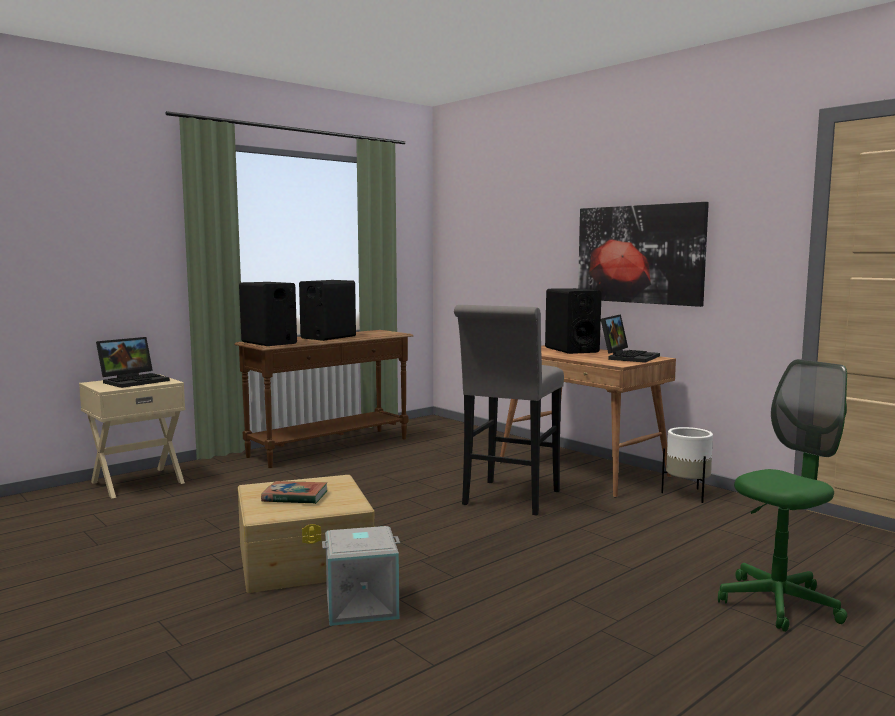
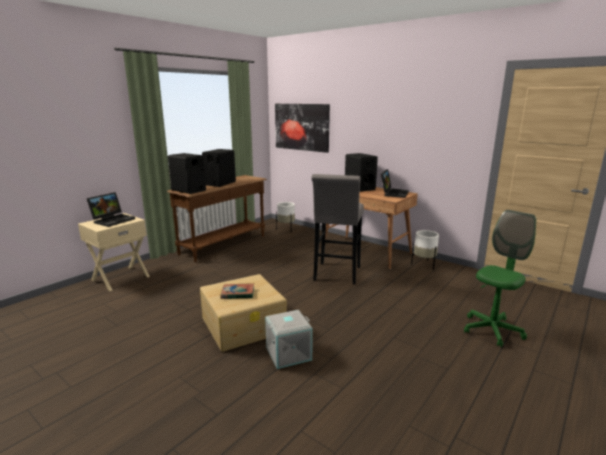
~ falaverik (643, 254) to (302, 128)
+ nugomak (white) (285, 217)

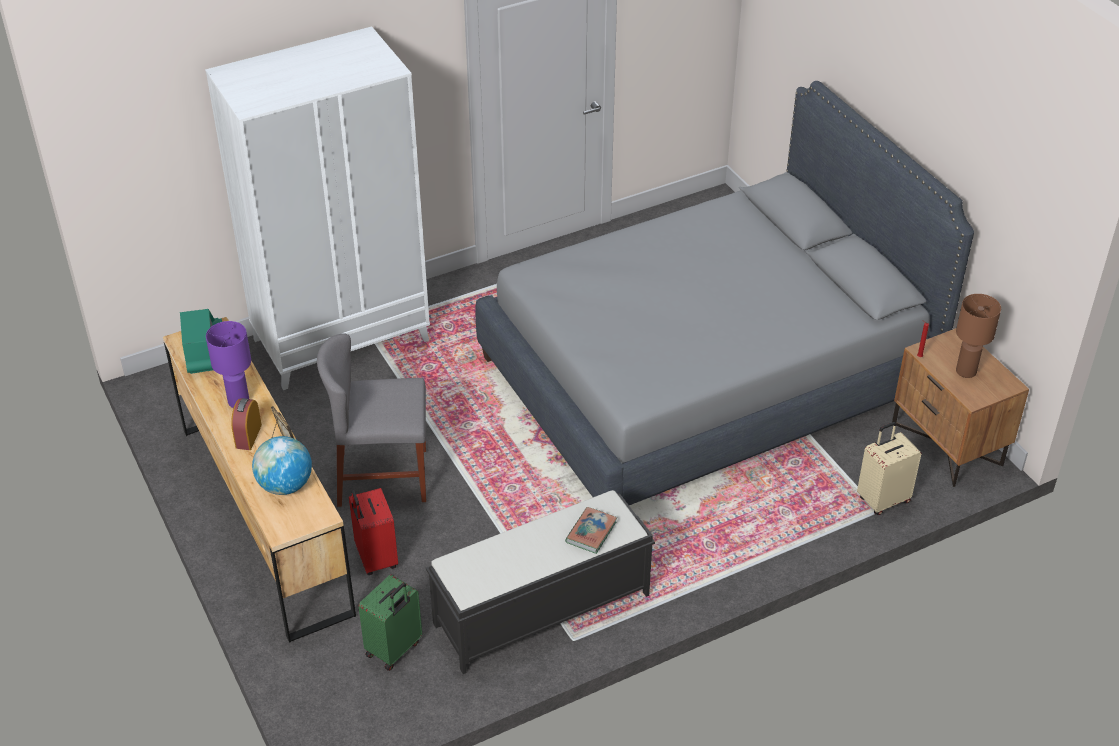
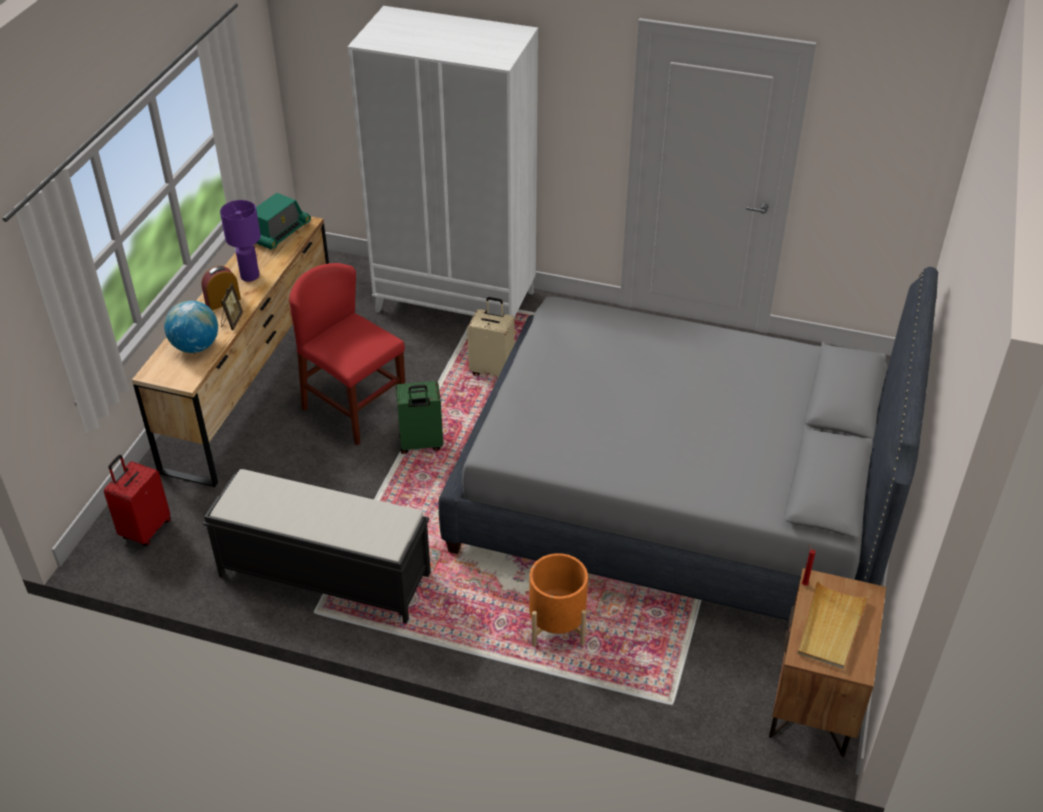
~ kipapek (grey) (371, 420) to kipapek (red) (347, 354)
~ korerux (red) (373, 531) to (137, 500)
~ korerux (green) (390, 622) to (419, 417)
- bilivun (591, 530)
~ korerux (beige) (889, 468) to (491, 337)
~ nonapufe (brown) (978, 336) to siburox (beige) (833, 624)
+ nugomak (orange) (558, 600)

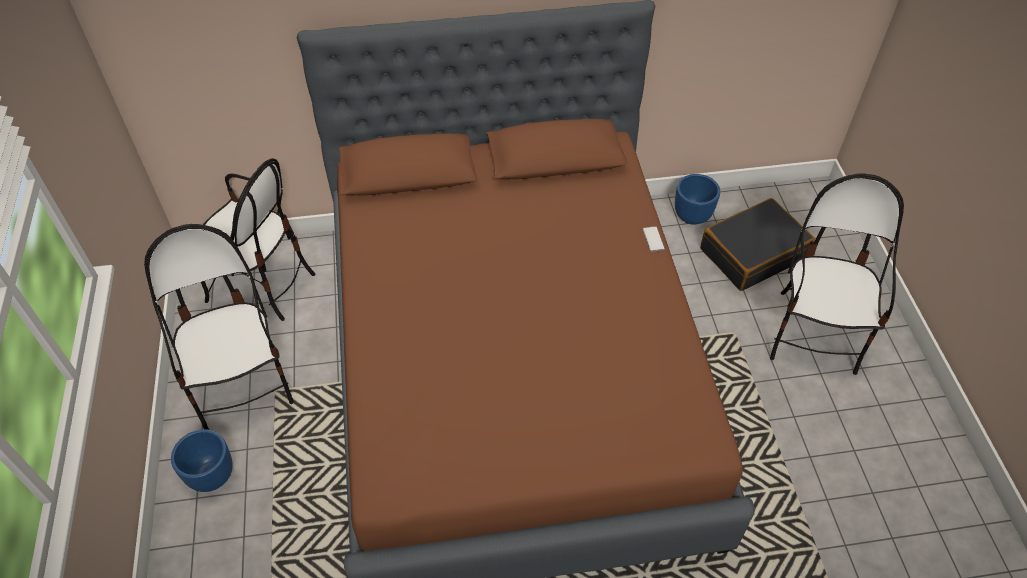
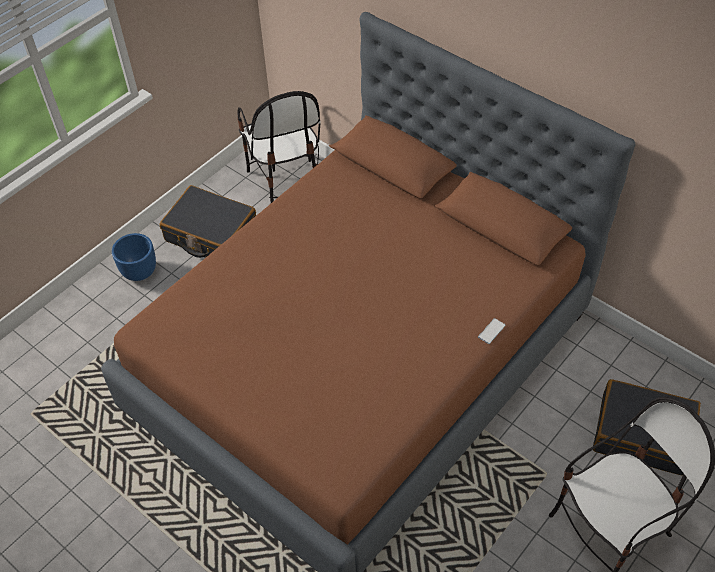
~ kipapek (219, 327) to korerux (black) (208, 221)
- nugomak (blue) (697, 199)

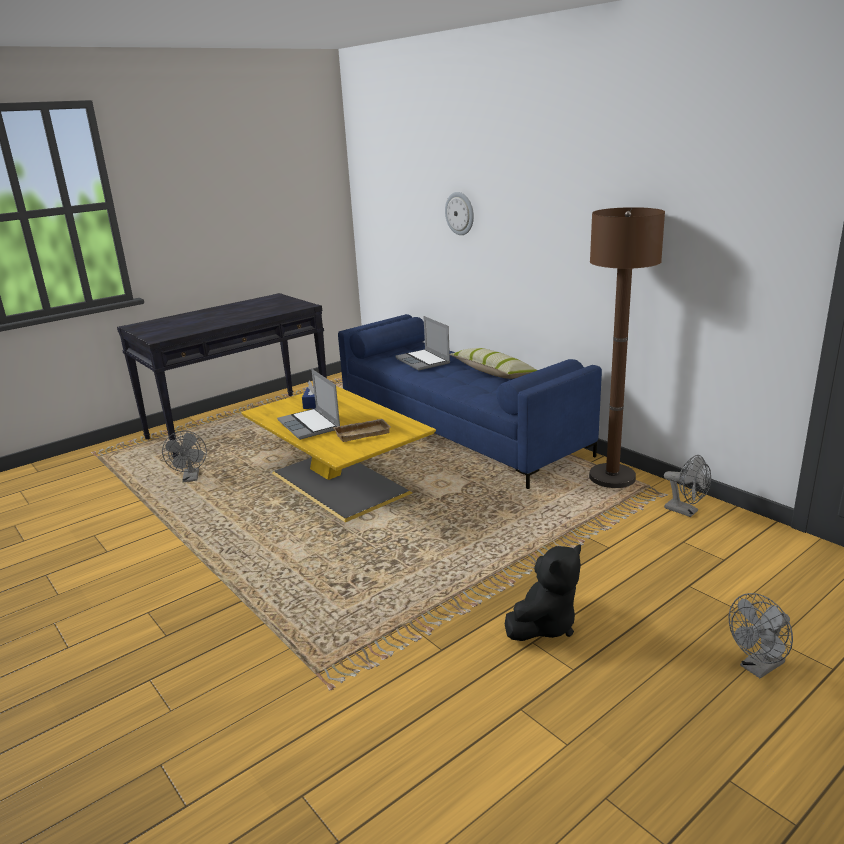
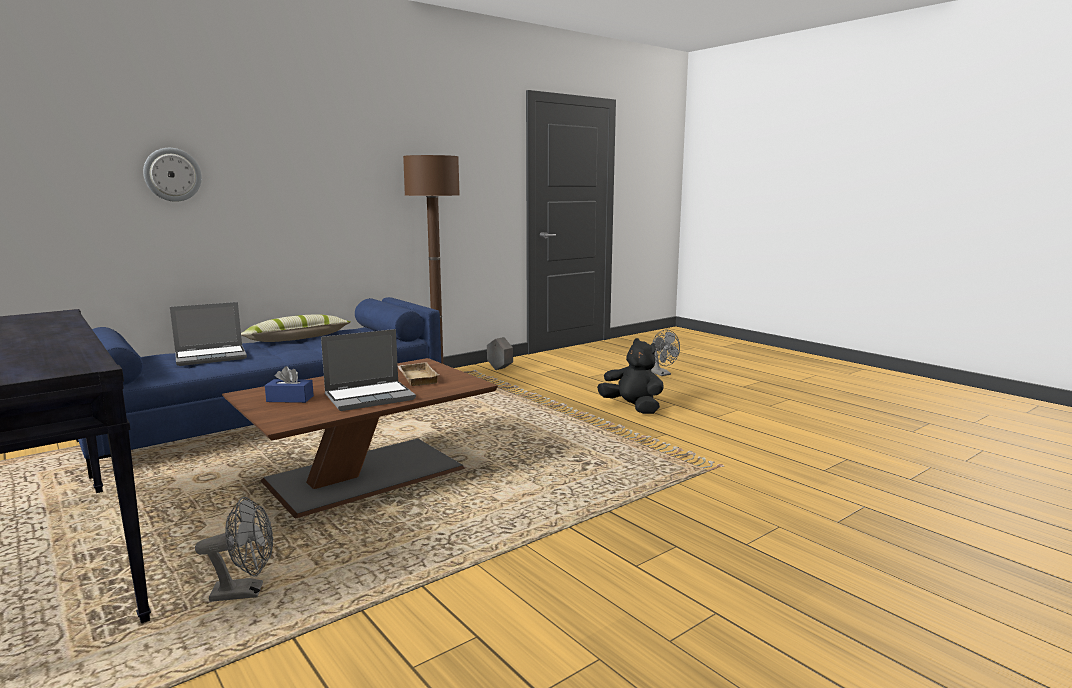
~ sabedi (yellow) (338, 454) to sabedi (brown) (360, 438)
~ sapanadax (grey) (687, 486) to nugomak (grey) (500, 353)

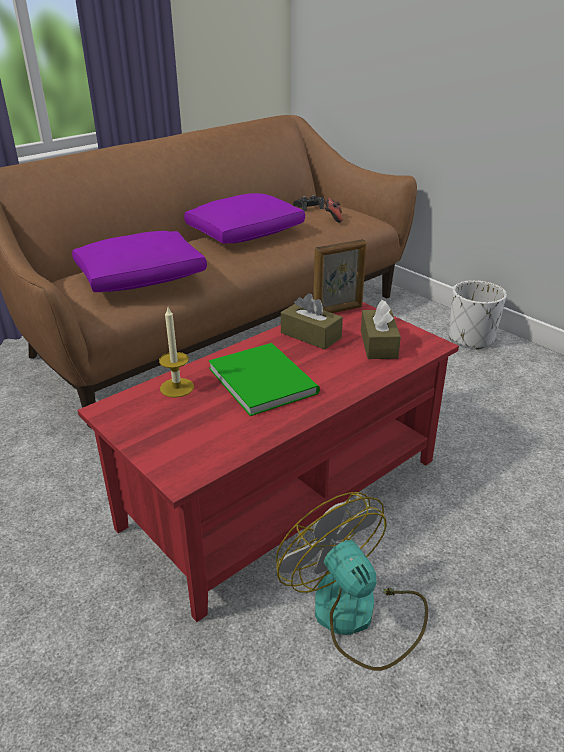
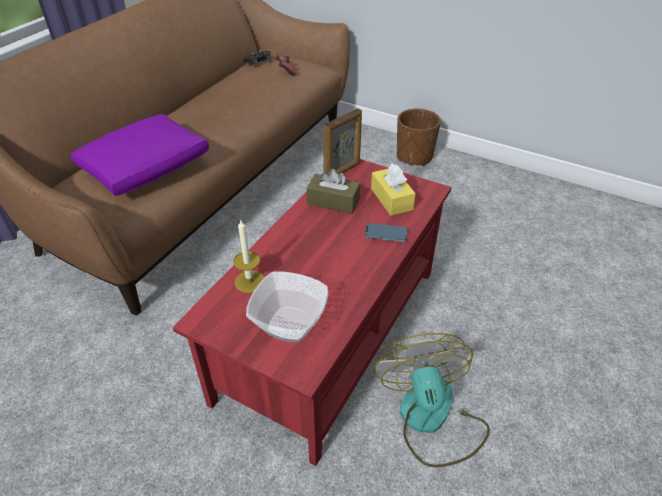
- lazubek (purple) (244, 218)
- bilivun (green) (264, 379)
~ sapanadax (352, 581) = (432, 400) 45 degrees clockwise
~ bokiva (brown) (381, 329) to bokiva (yellow) (393, 189)
~ nugomak (white) (478, 315) to nugomak (brown) (419, 137)
+ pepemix (287, 307)
+ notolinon (386, 232)

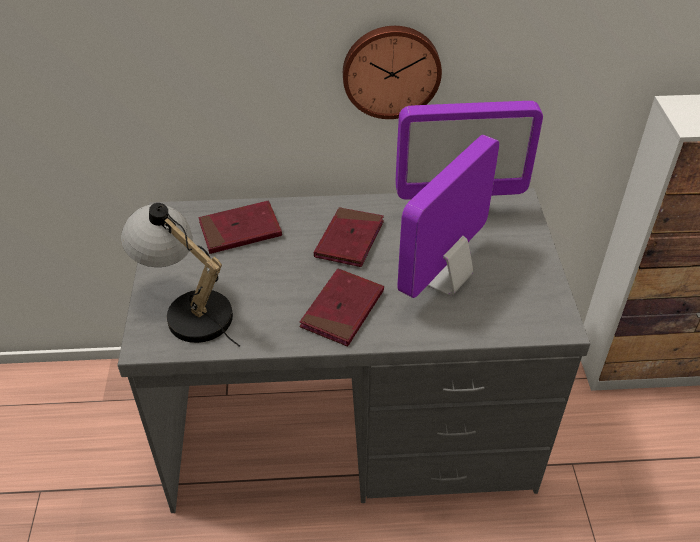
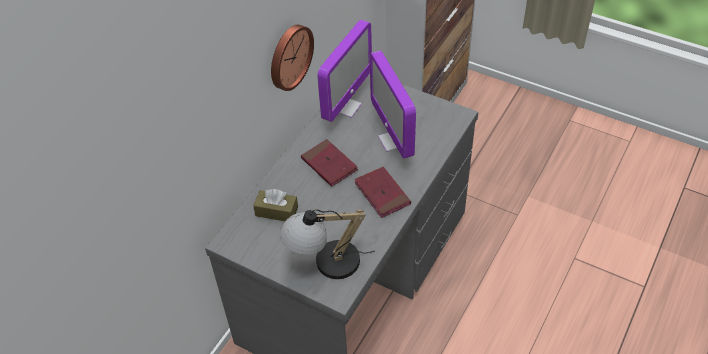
~ bilivun (red) (240, 227) to bokiva (brown) (275, 205)

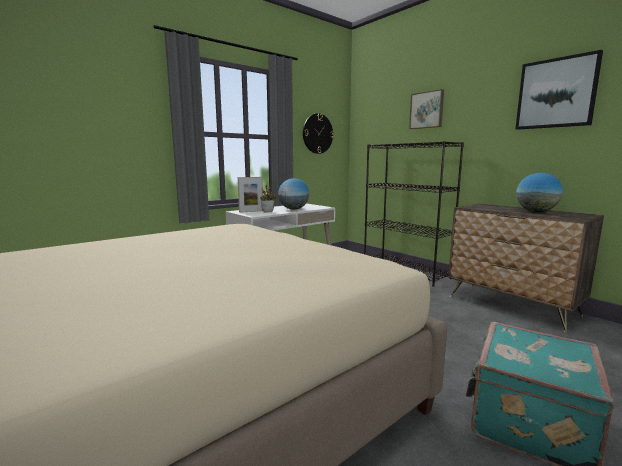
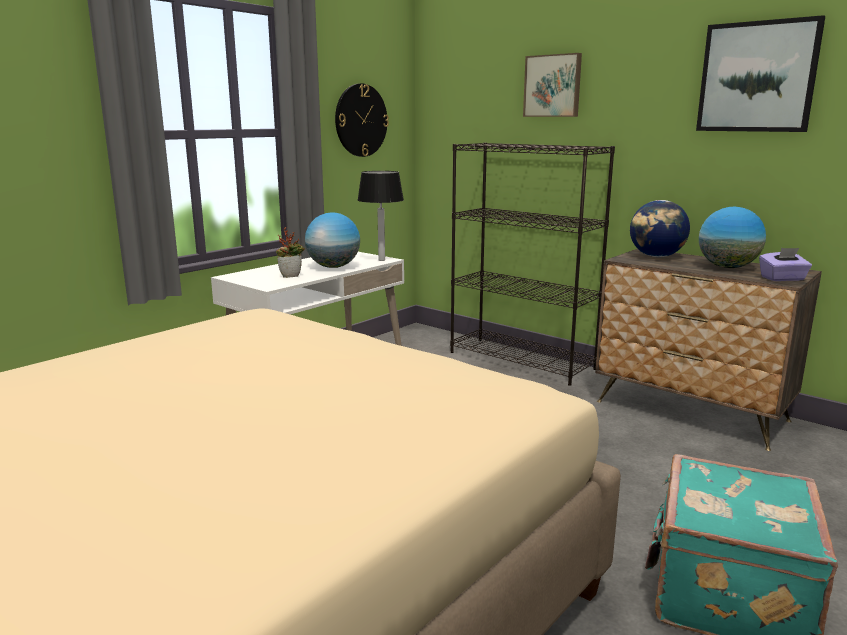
- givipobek (250, 195)
+ nonapufe (380, 216)
+ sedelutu (660, 228)
+ bokiva (purple) (785, 264)

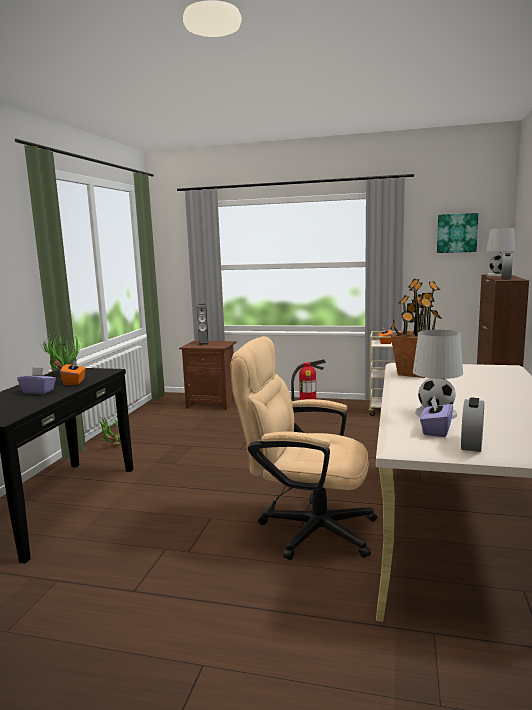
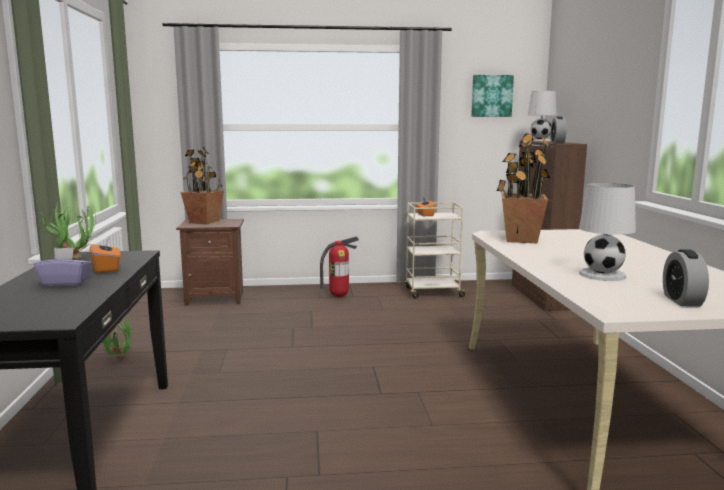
~ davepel (203, 324) to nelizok (202, 185)
- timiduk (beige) (304, 448)
- bokiva (purple) (436, 416)

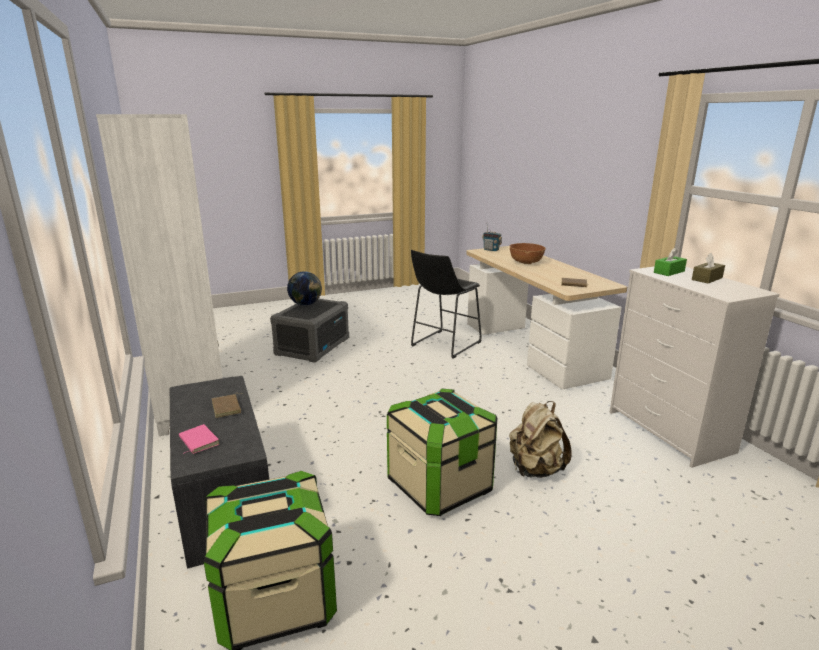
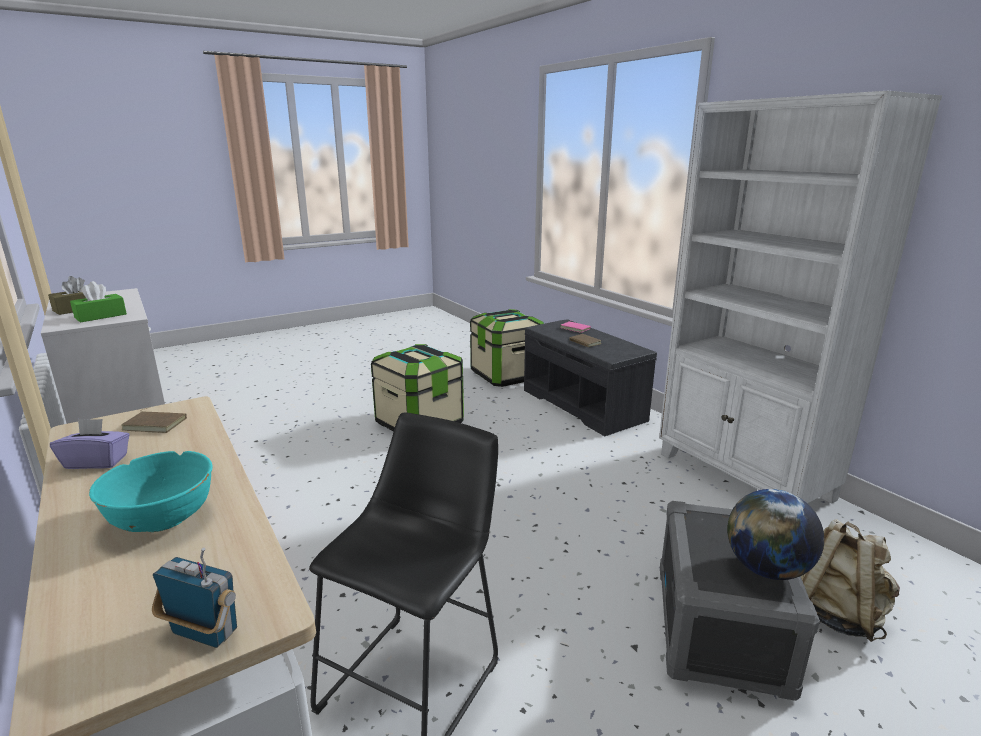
~ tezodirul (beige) (540, 439) to (850, 580)
~ pepemix (brown) (528, 253) to pepemix (turquoise) (151, 491)
+ bokiva (purple) (90, 444)

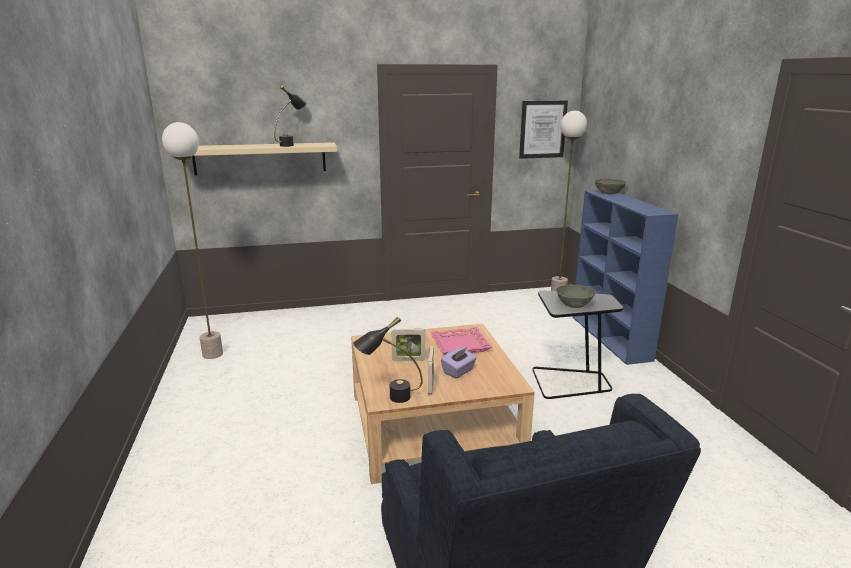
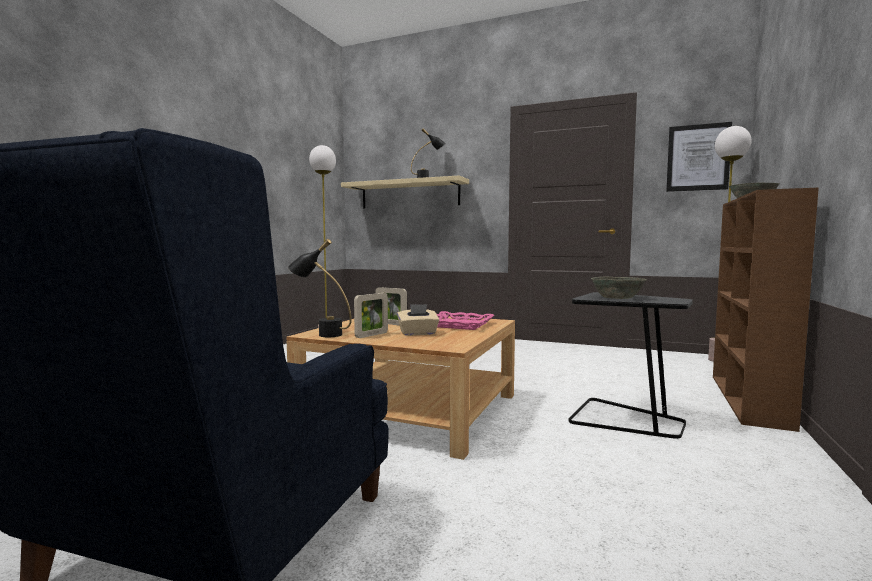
~ bokiva (purple) (459, 362) to bokiva (beige) (418, 320)
~ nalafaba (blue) (625, 277) to nalafaba (brown) (766, 310)

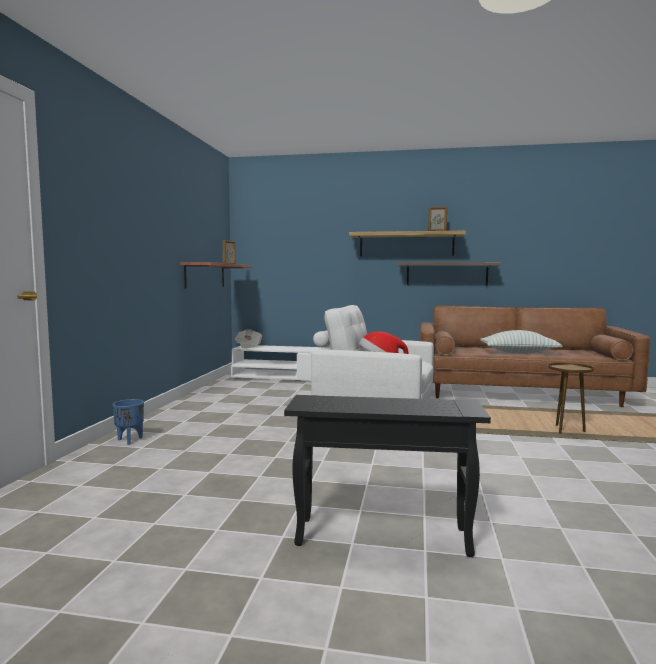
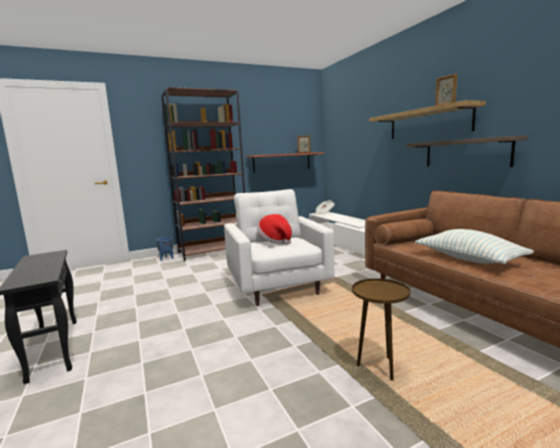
+ nalafaba (brown) (203, 174)

